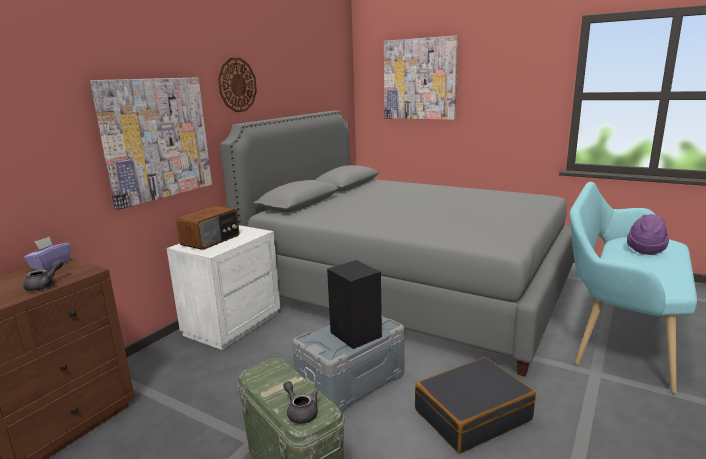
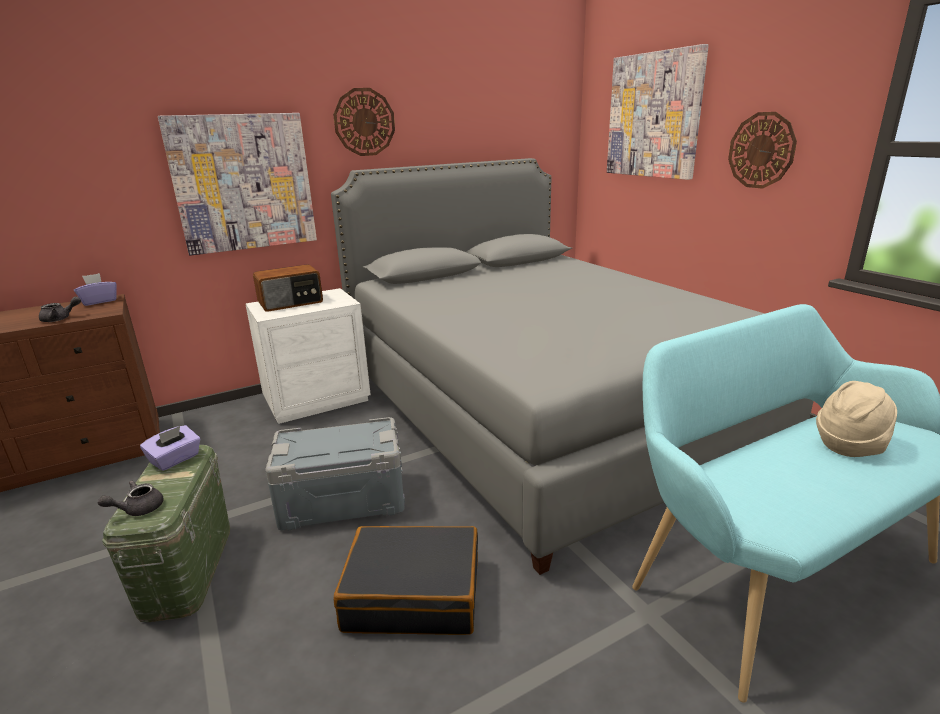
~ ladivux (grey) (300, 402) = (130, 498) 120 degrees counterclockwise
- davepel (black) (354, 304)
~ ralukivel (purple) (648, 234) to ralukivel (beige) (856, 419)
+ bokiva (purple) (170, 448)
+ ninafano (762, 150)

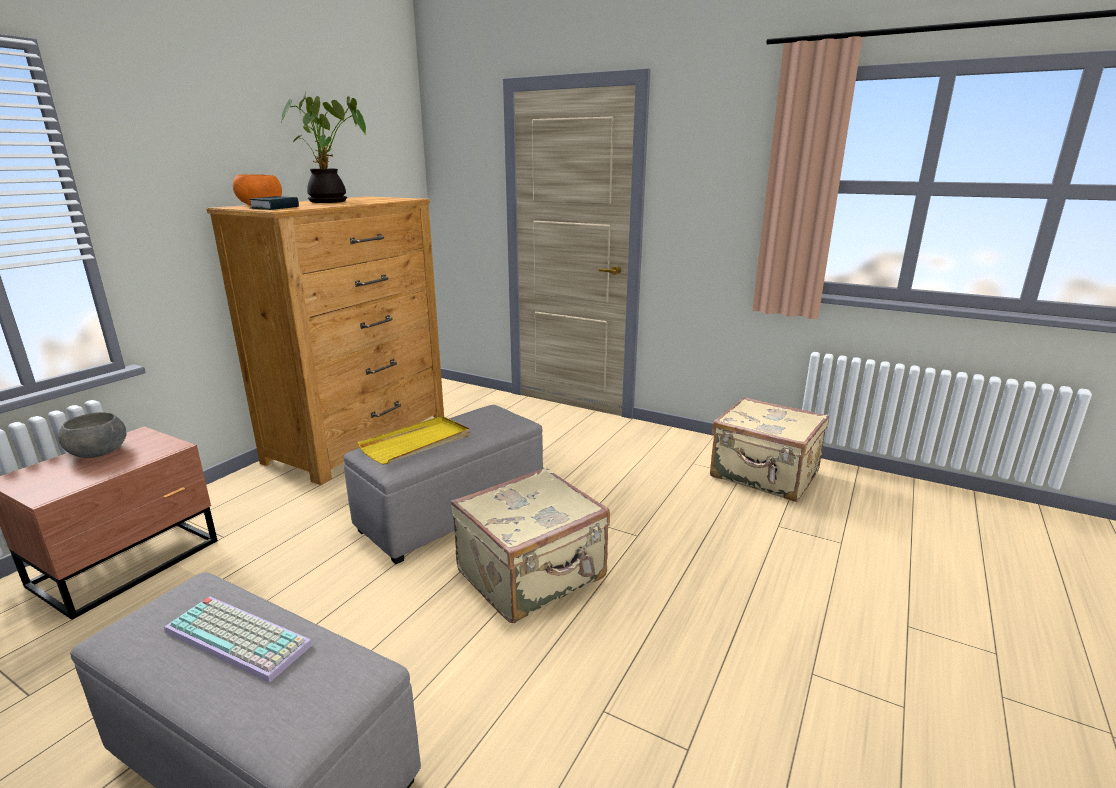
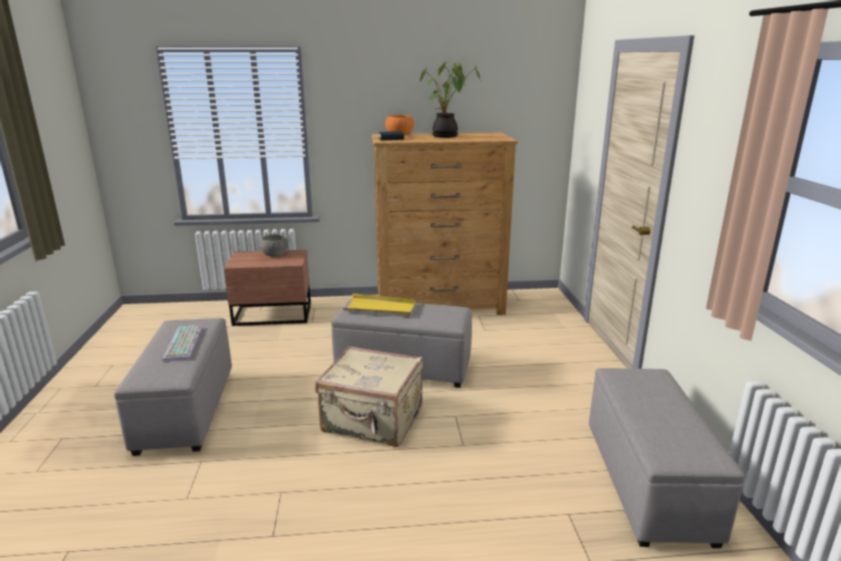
~ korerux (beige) (769, 449) to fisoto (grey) (667, 458)

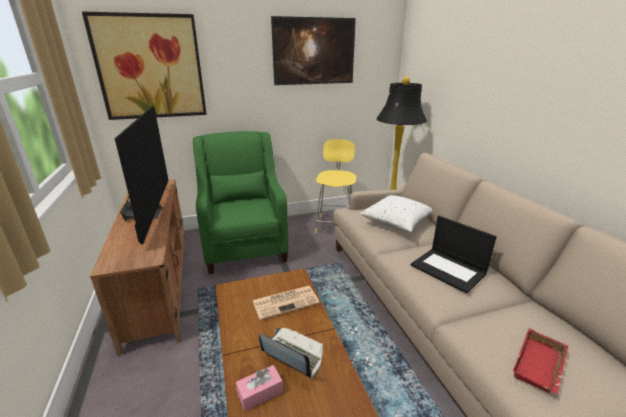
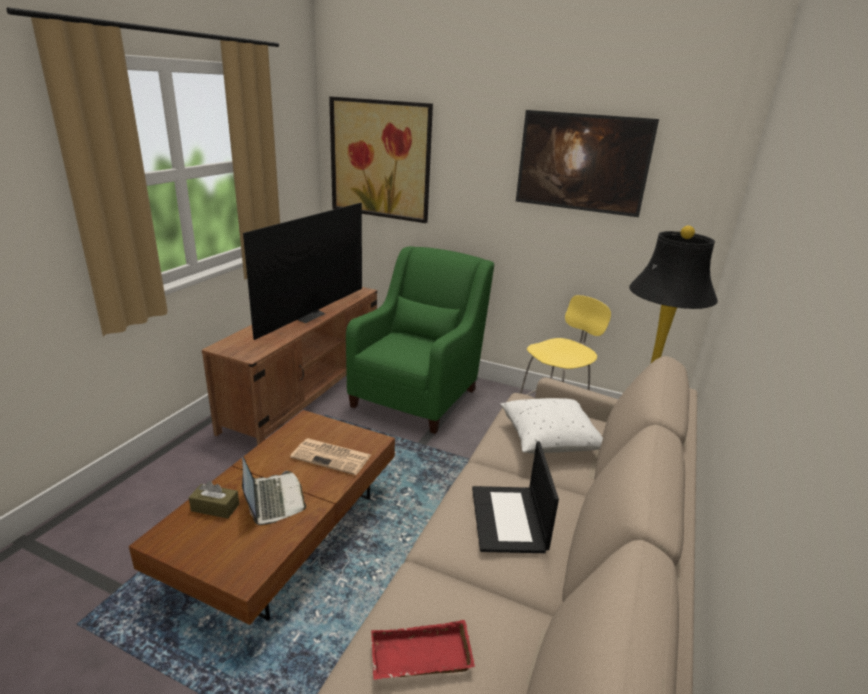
~ bokiva (pink) (259, 388) to bokiva (brown) (214, 500)

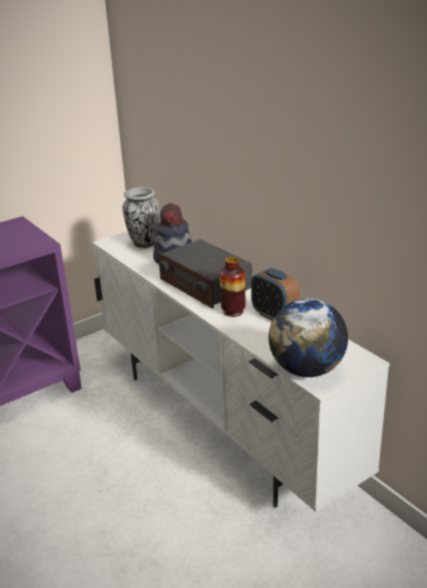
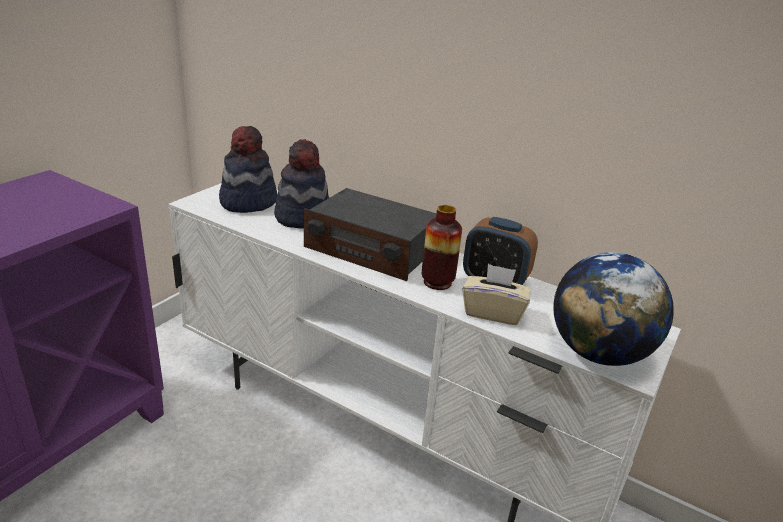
~ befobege (140, 217) to ralukivel (248, 169)
+ bokiva (beige) (496, 294)

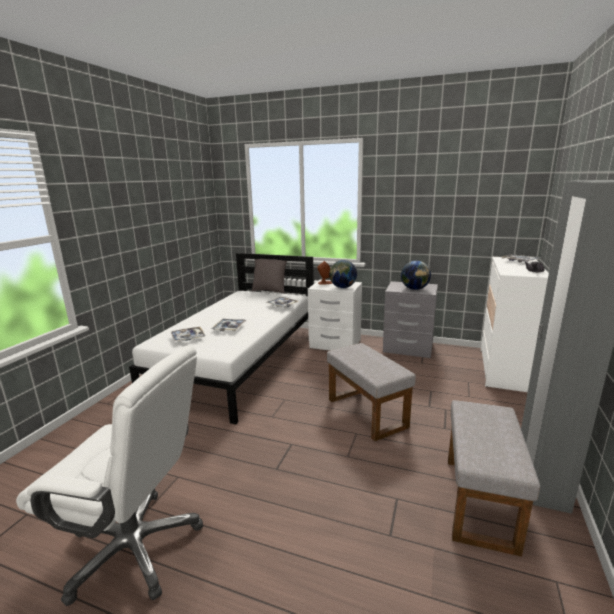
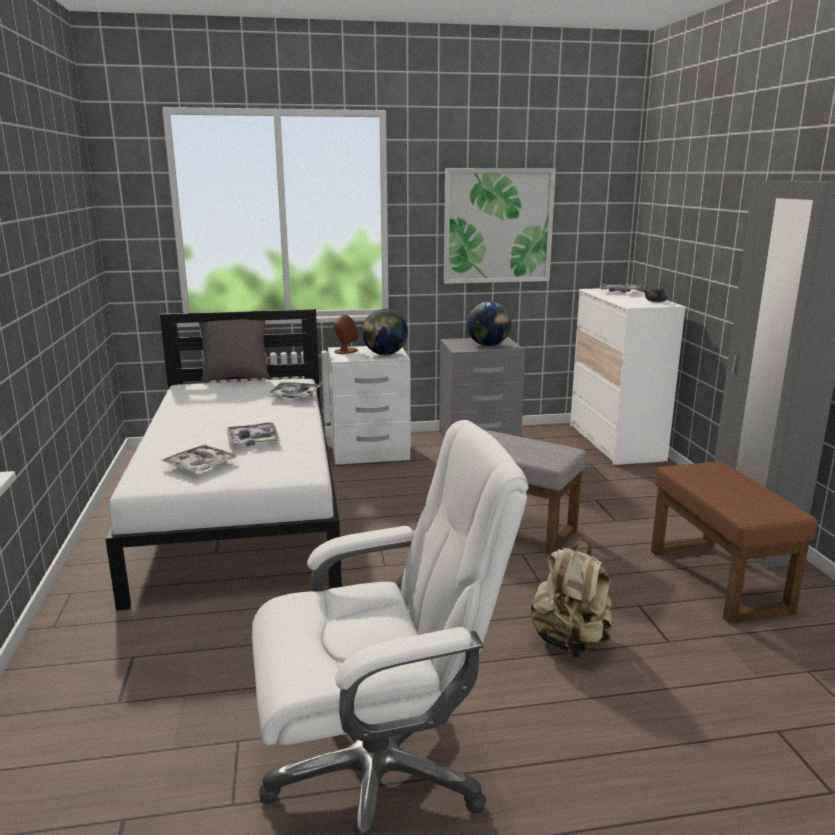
~ fisoto (grey) (494, 478) to fisoto (brown) (734, 542)
+ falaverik (500, 226)
+ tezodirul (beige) (572, 598)

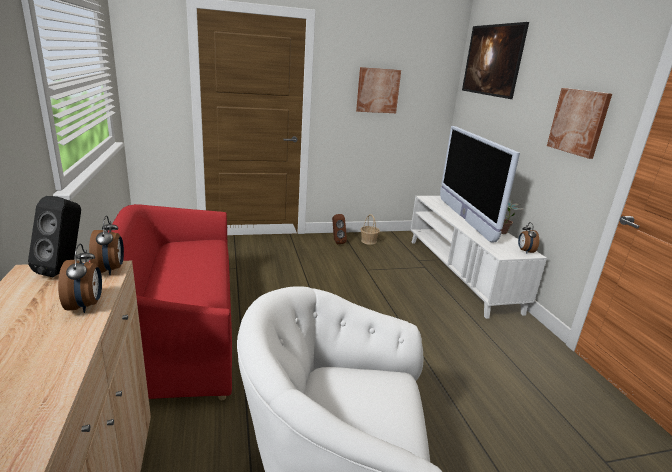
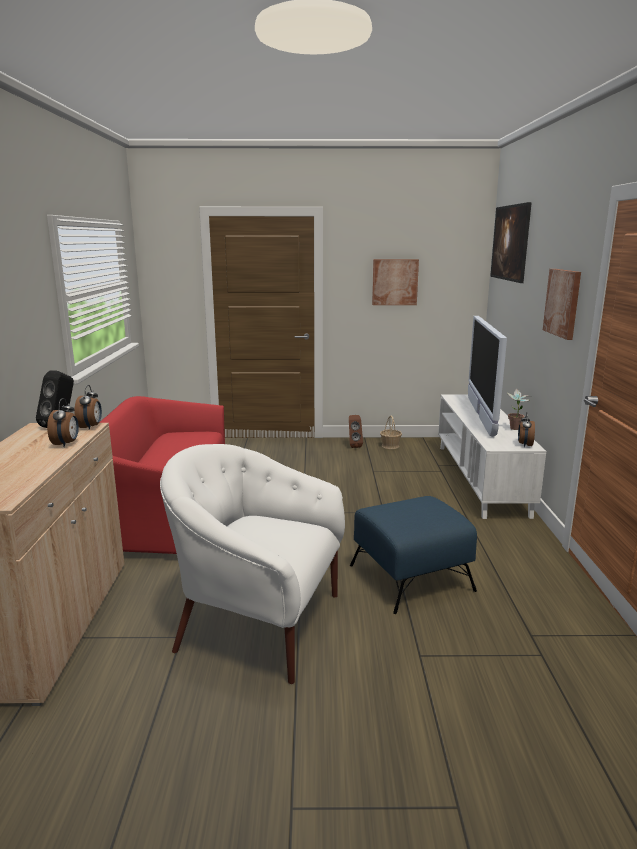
+ fisoto (blue) (413, 555)

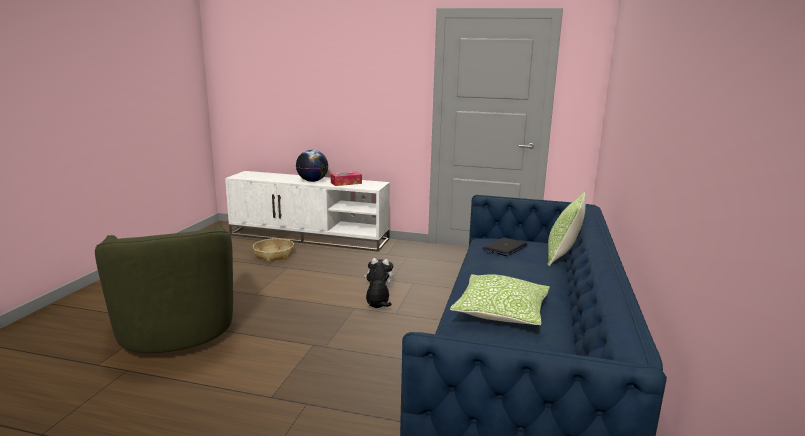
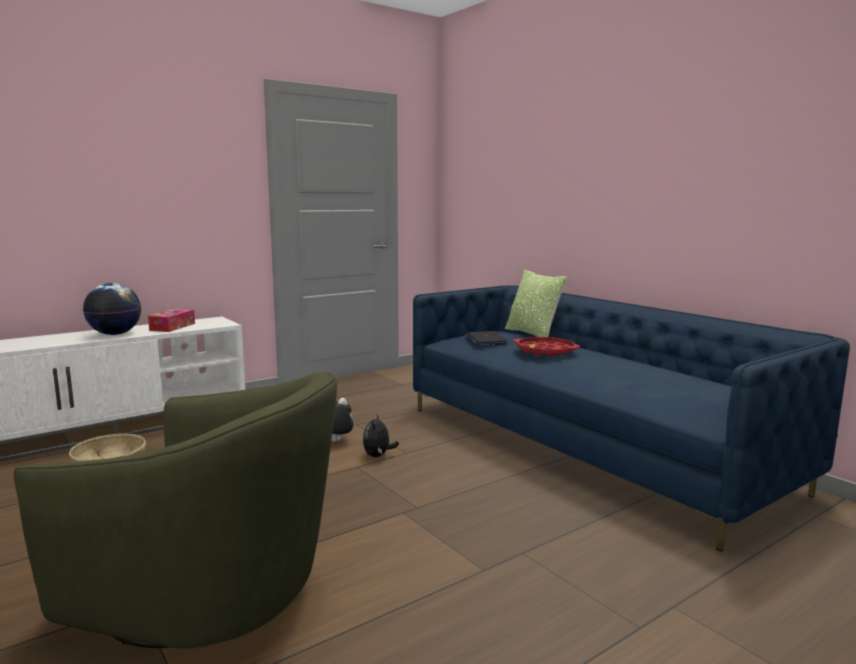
- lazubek (500, 299)
+ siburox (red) (546, 347)

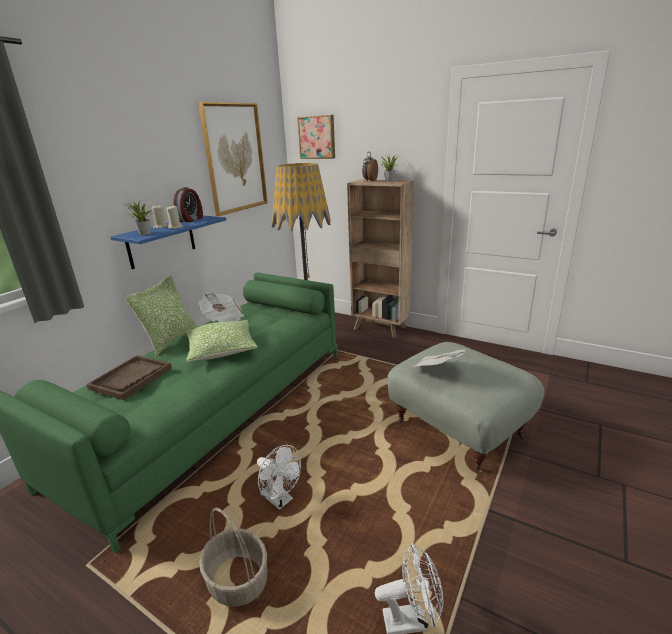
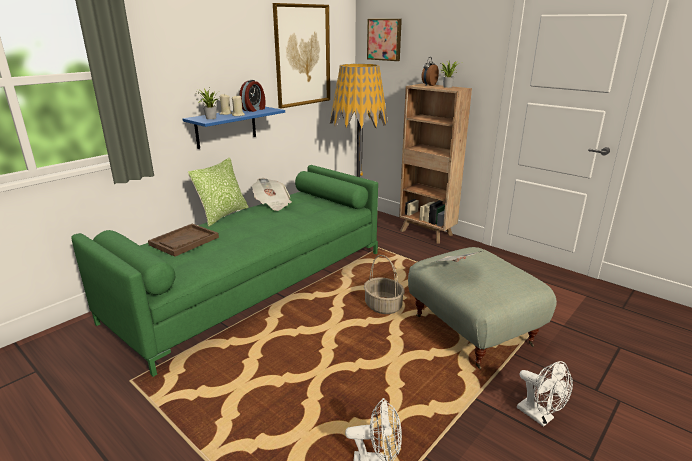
- lazubek (222, 341)
~ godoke (233, 557) to (384, 284)
~ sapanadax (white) (279, 477) to (545, 394)

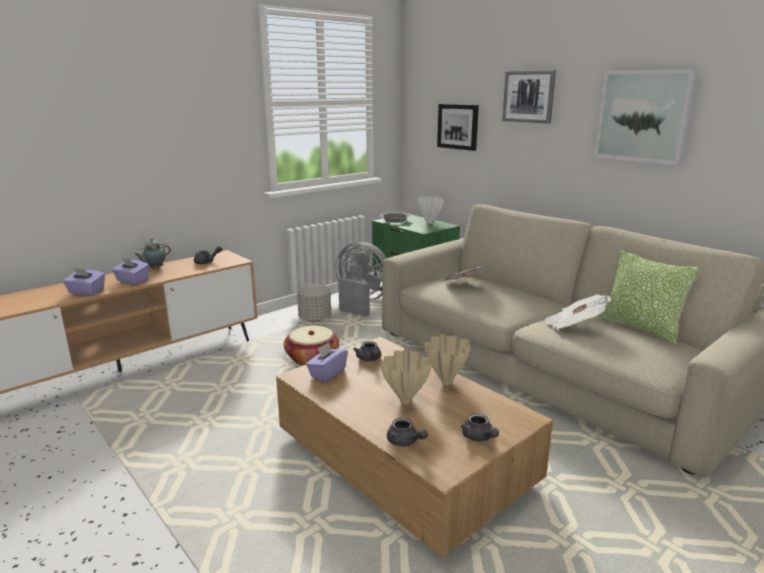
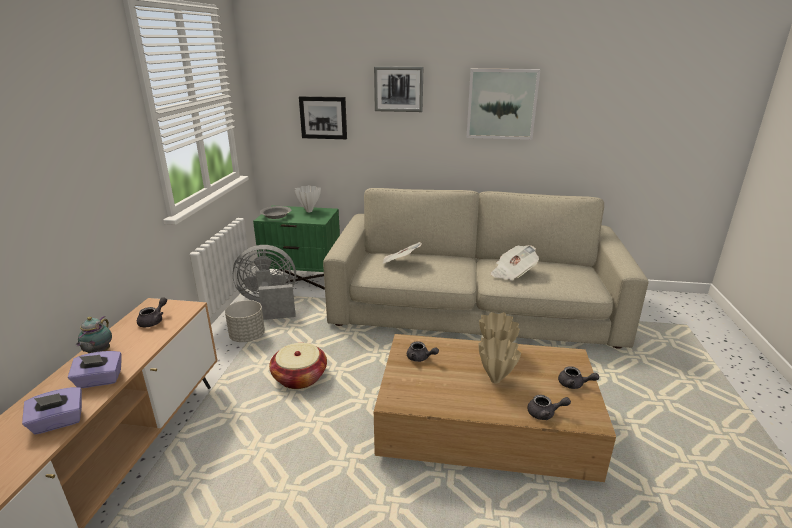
- bokiva (purple) (327, 362)
- lazubek (649, 298)

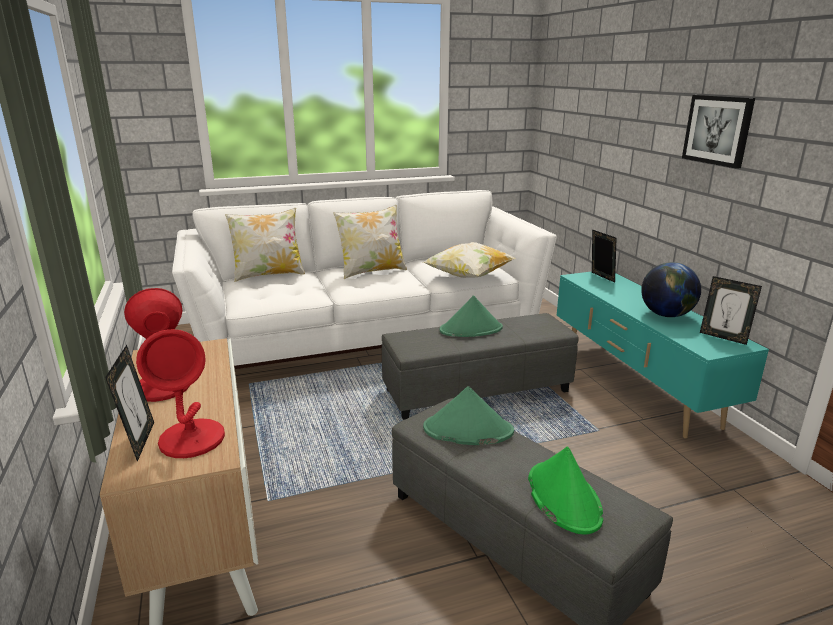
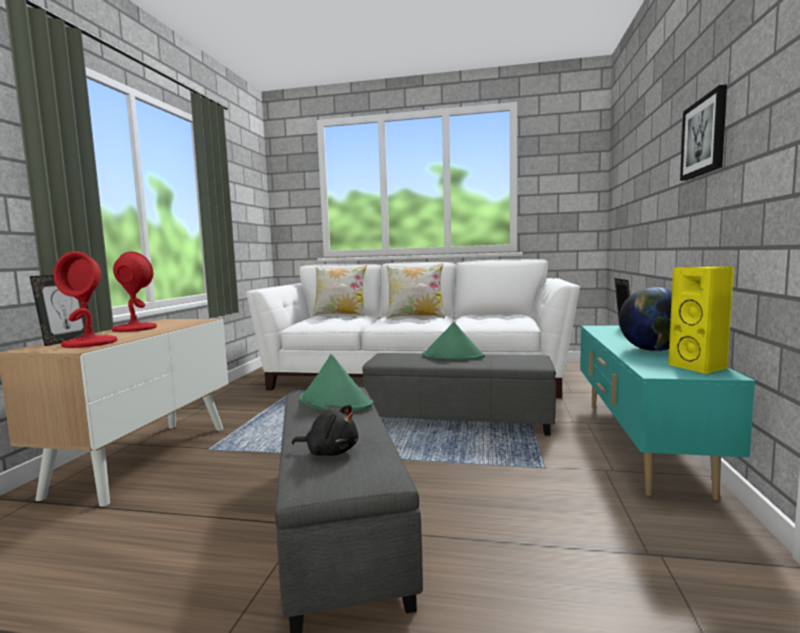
- lazubek (469, 260)
~ ralukivel (green) (565, 490) to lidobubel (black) (325, 430)
~ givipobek (731, 310) to davepel (yellow) (701, 320)

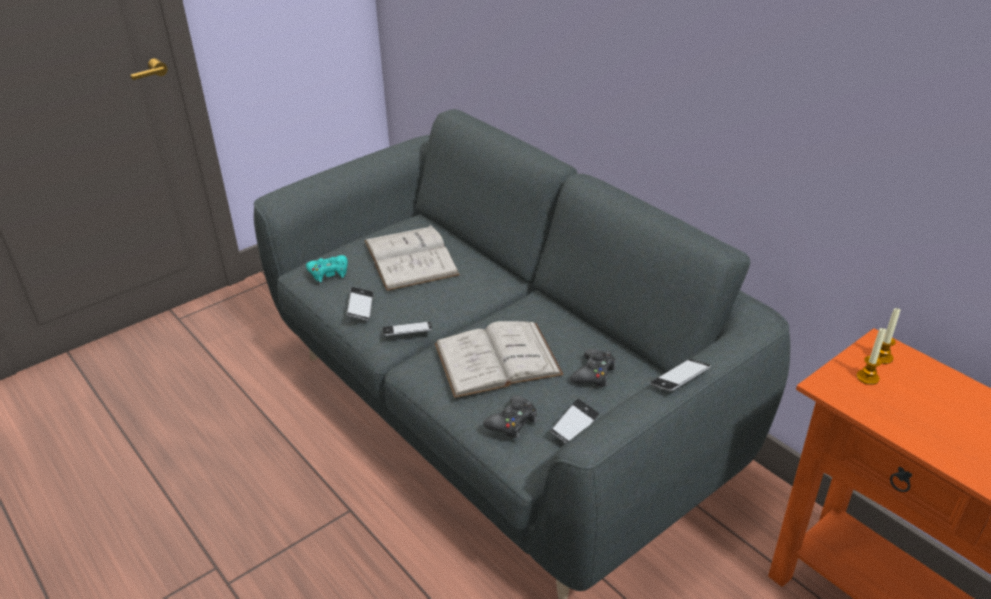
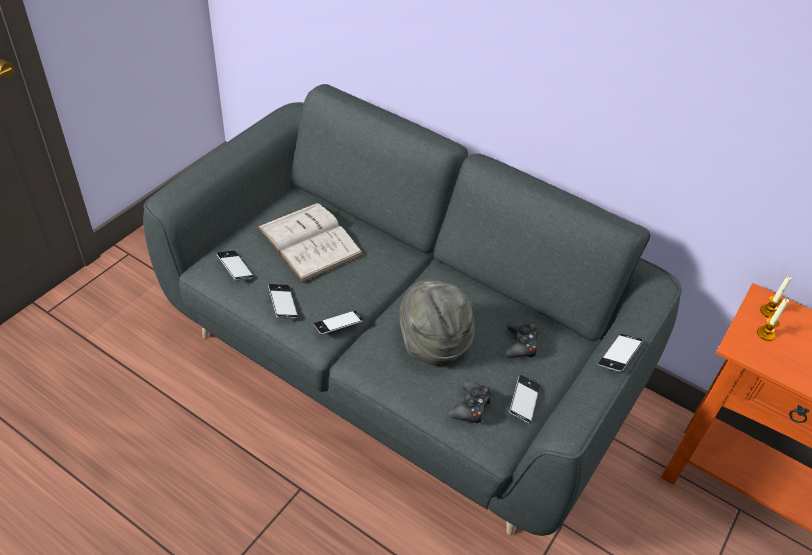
~ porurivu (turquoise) (327, 268) to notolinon (235, 266)
~ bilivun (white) (499, 359) to ralukivel (grey) (437, 322)

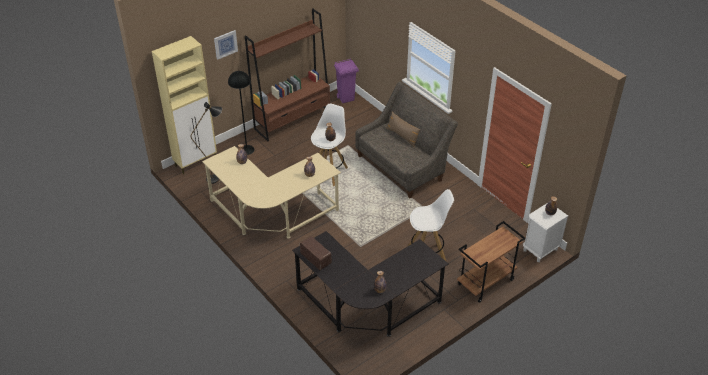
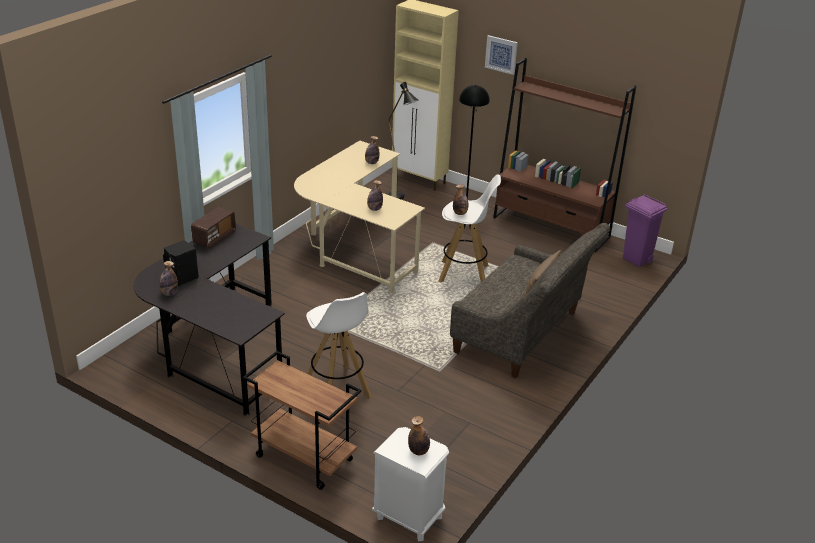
+ davepel (black) (181, 263)

